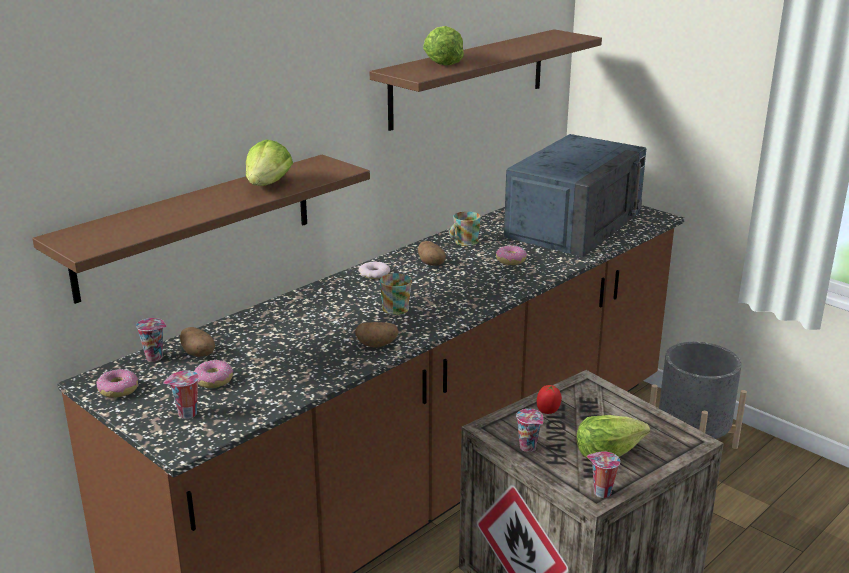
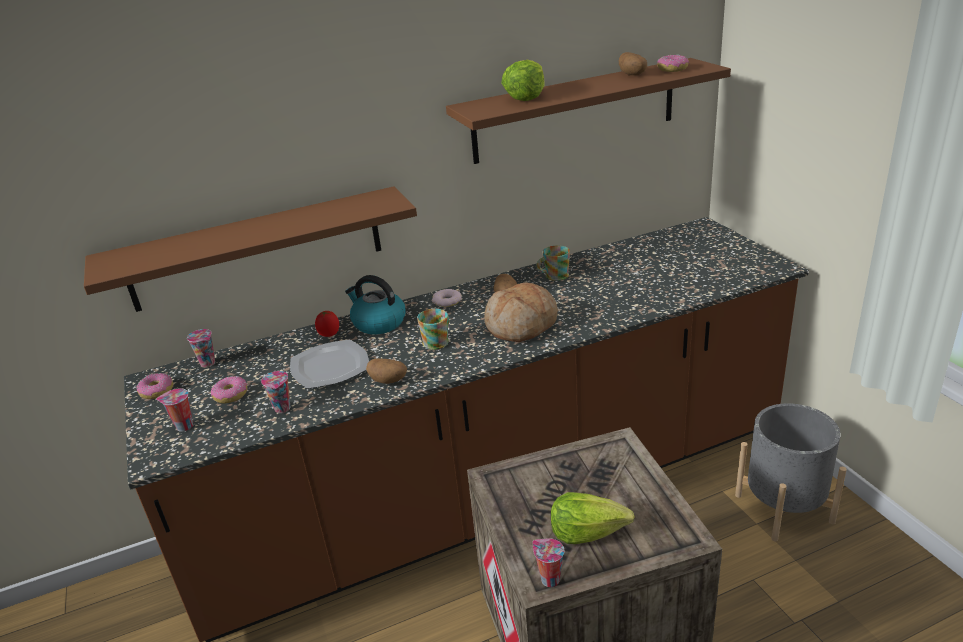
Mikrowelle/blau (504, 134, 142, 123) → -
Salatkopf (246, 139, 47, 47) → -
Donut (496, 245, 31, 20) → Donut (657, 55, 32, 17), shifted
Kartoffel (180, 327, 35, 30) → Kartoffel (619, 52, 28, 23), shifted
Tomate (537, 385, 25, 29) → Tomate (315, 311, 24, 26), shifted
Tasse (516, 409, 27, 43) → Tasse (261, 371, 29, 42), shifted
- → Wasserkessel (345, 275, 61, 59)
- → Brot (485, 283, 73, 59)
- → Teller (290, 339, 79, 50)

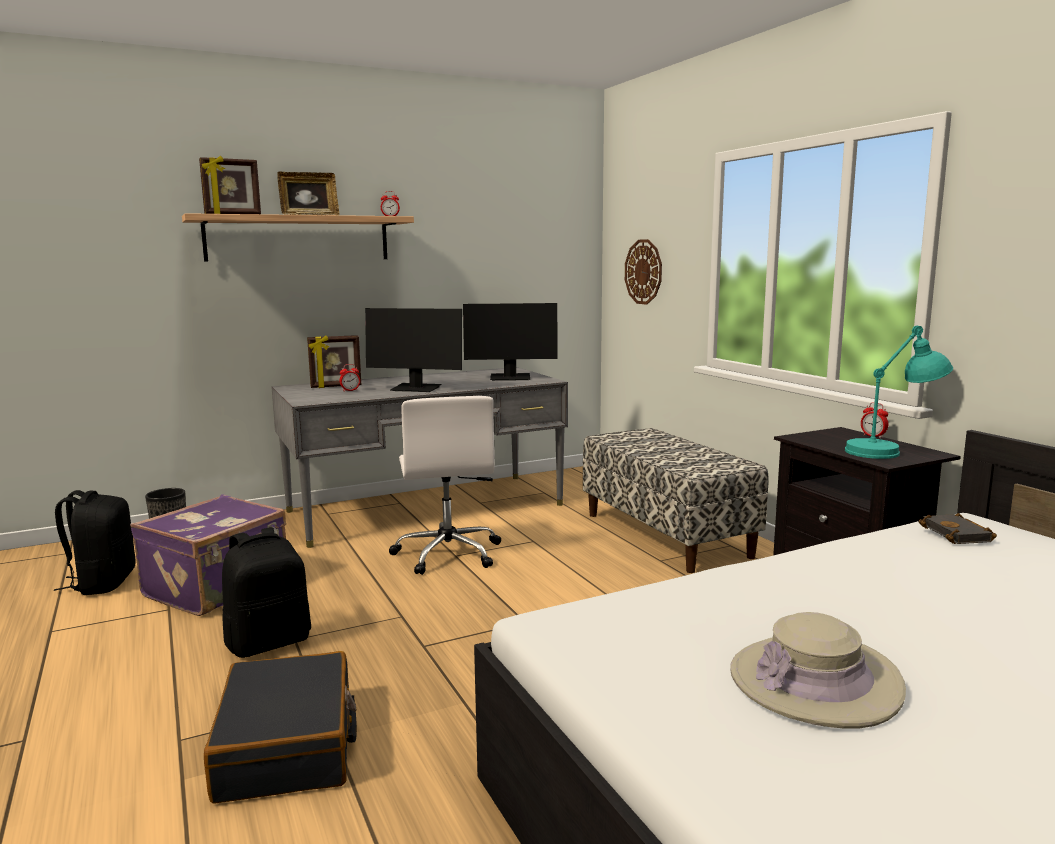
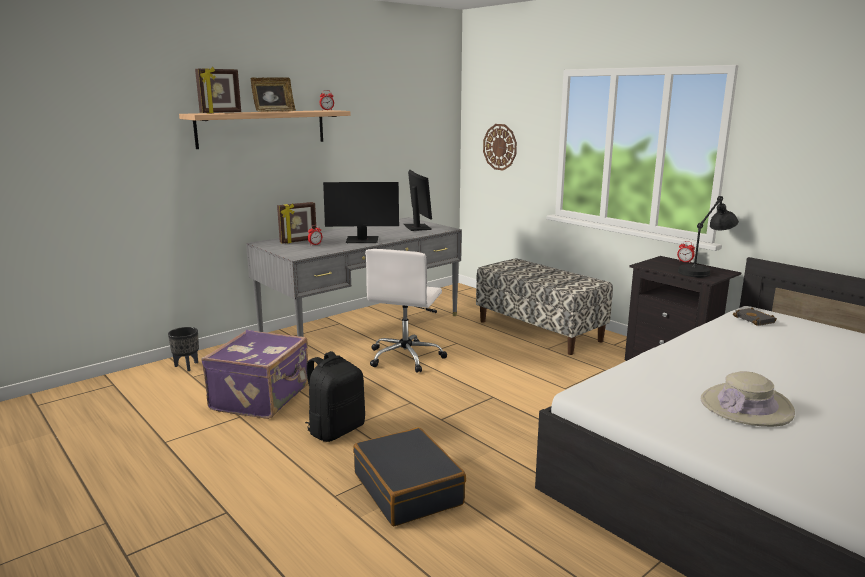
Monitor (463, 303, 95, 78) → Monitor (404, 170, 28, 61), 90 degrees counterclockwise
Tischlampe/türkis (845, 326, 108, 133) → Tischlampe/schwarz (678, 196, 61, 81)
Bürostuhl/weiß (389, 396, 112, 179) → Bürostuhl/weiß (365, 249, 82, 124), 45 degrees clockwise
Rucksack/schwarz (54, 490, 82, 105) → -

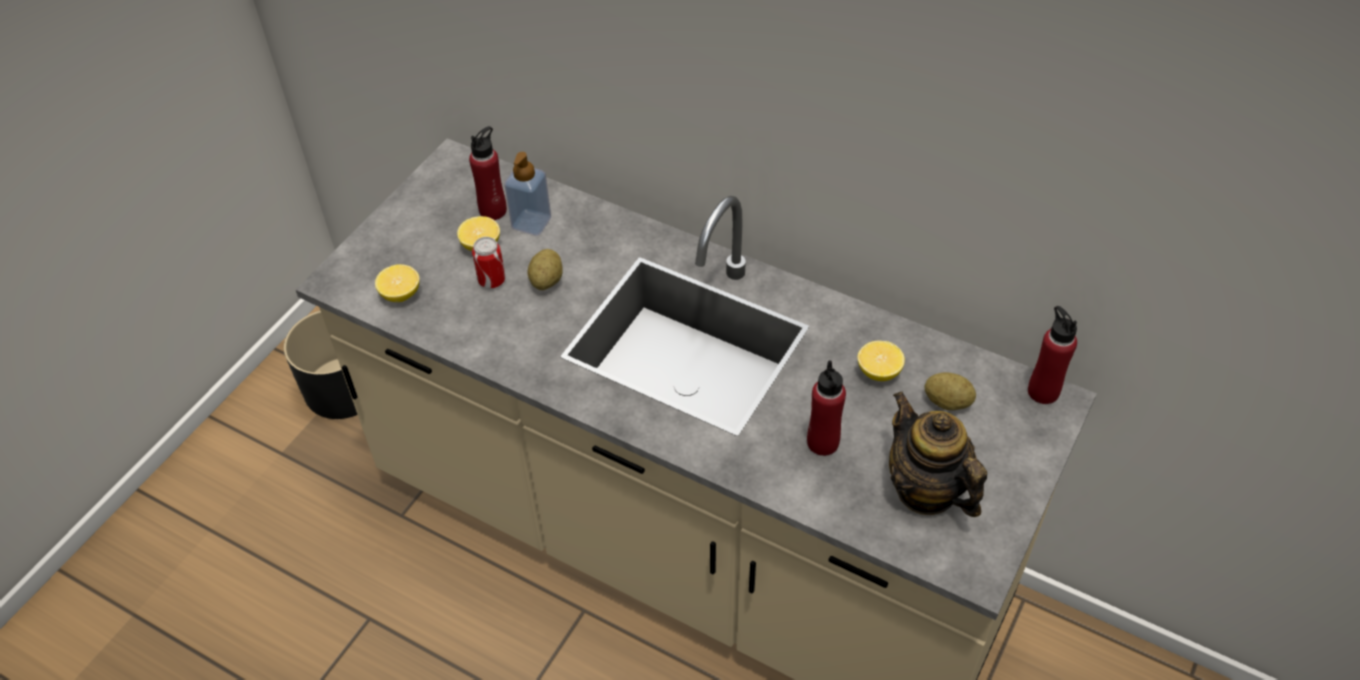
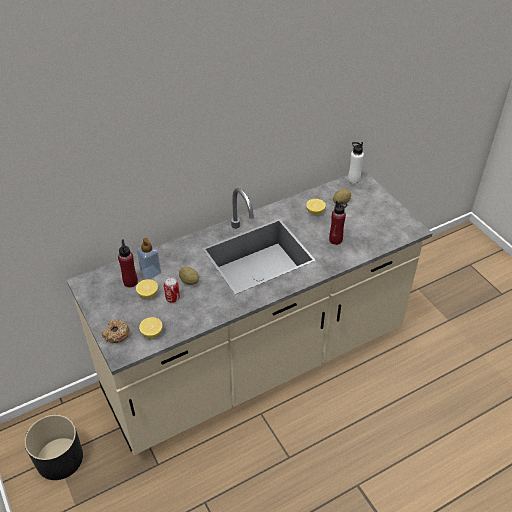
Flasche/rot (1028, 306, 49, 98) → Flasche/weiß (348, 142, 16, 42)
Teekanne (889, 391, 98, 126) → -
- → Donut (102, 319, 28, 24)

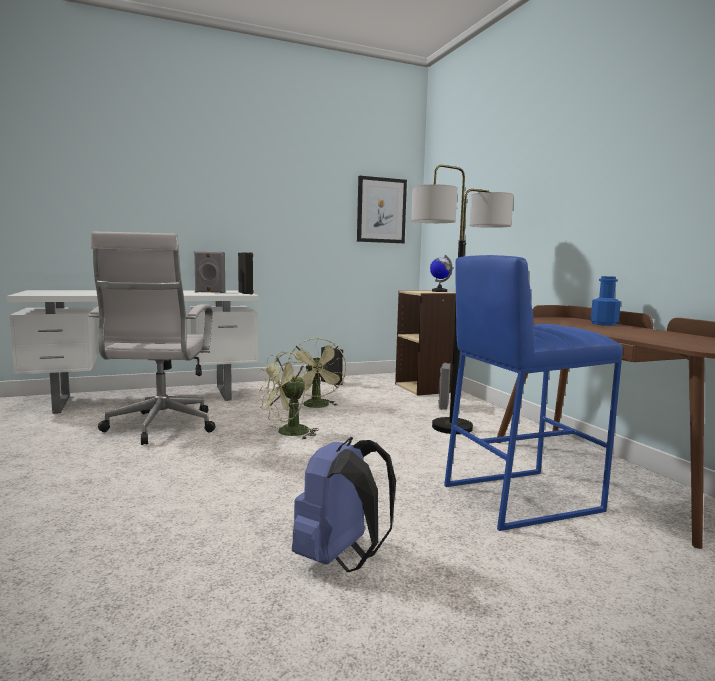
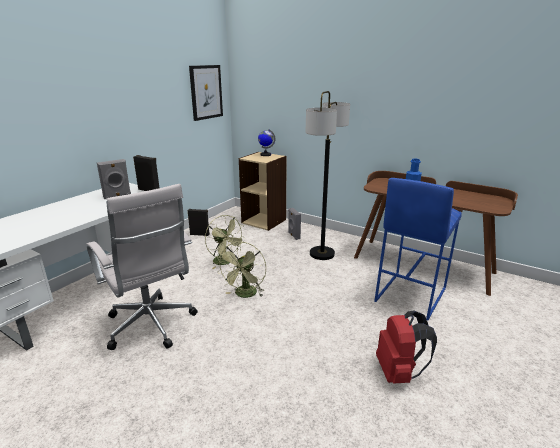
Rucksack/blau (292, 437, 104, 135) → Rucksack/rot (376, 310, 61, 74)

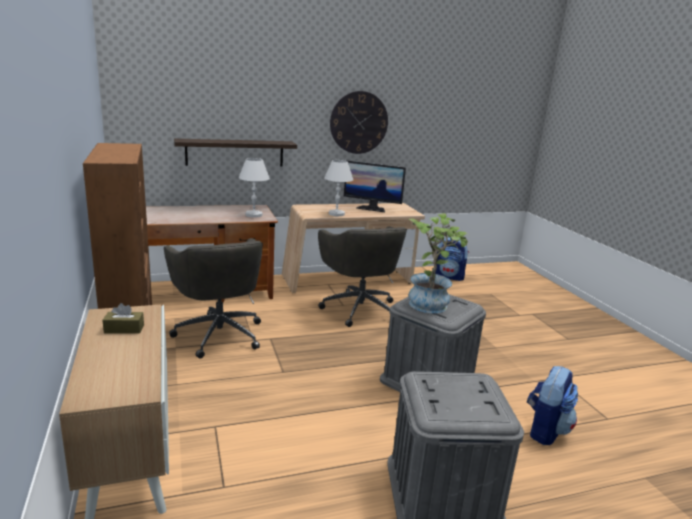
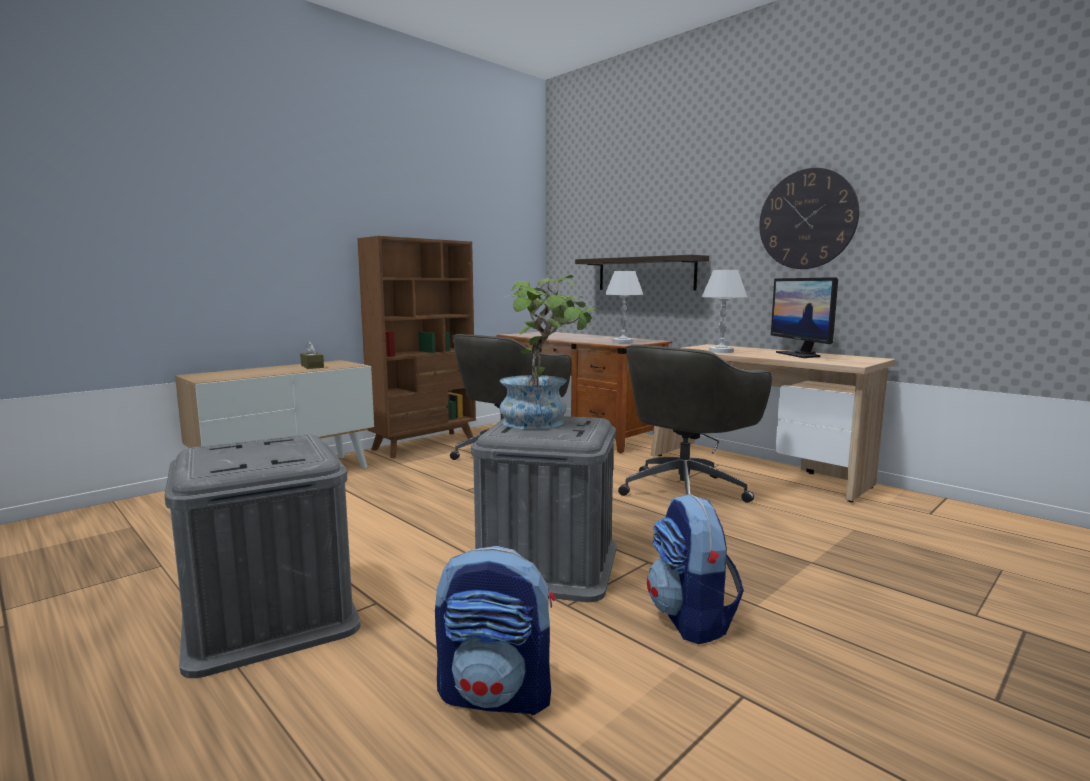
Rucksack (436, 237, 33, 44) → Rucksack (647, 494, 97, 150), shifted

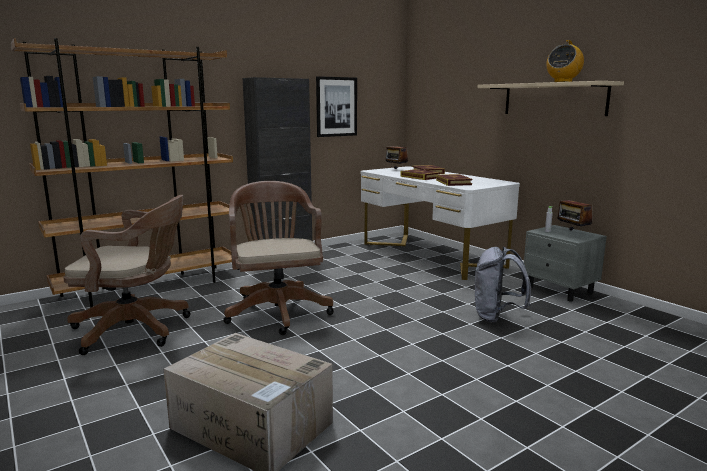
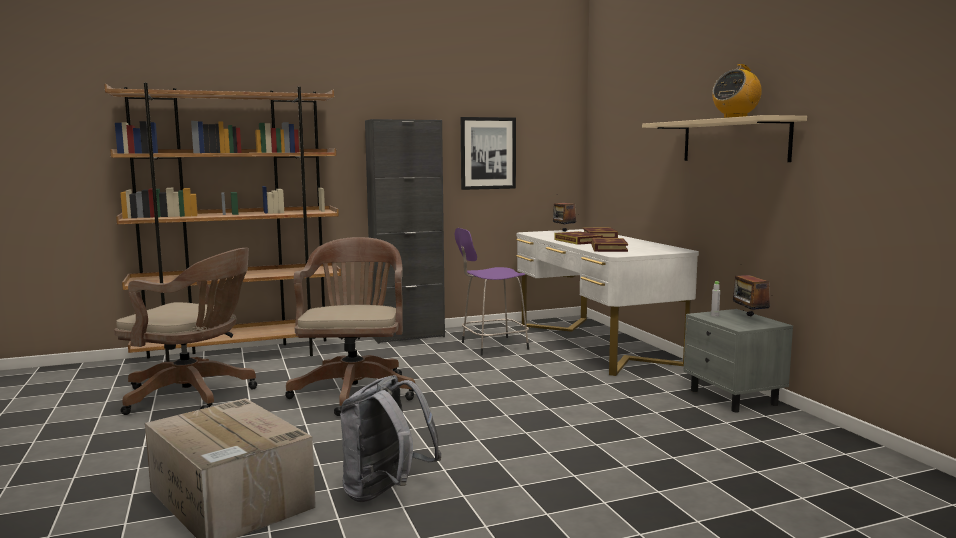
Rucksack/grau (475, 247, 56, 76) → Rucksack/grau (340, 375, 102, 127), shifted
- → Hocker/lila (455, 228, 74, 128)

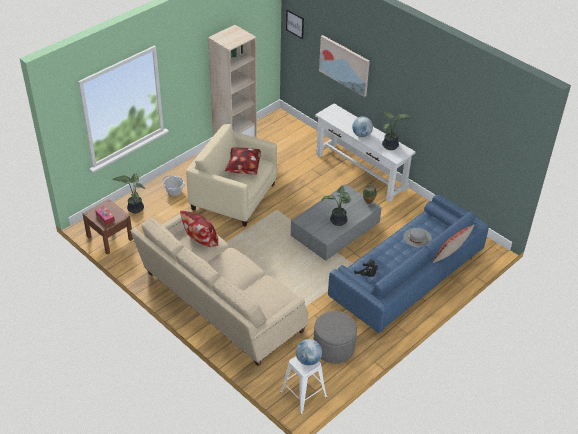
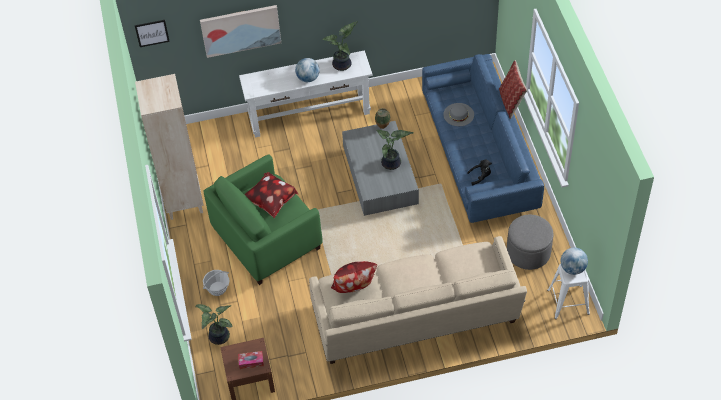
Sessel/beige (186, 124, 91, 103) → Sessel/grün (203, 154, 120, 131)

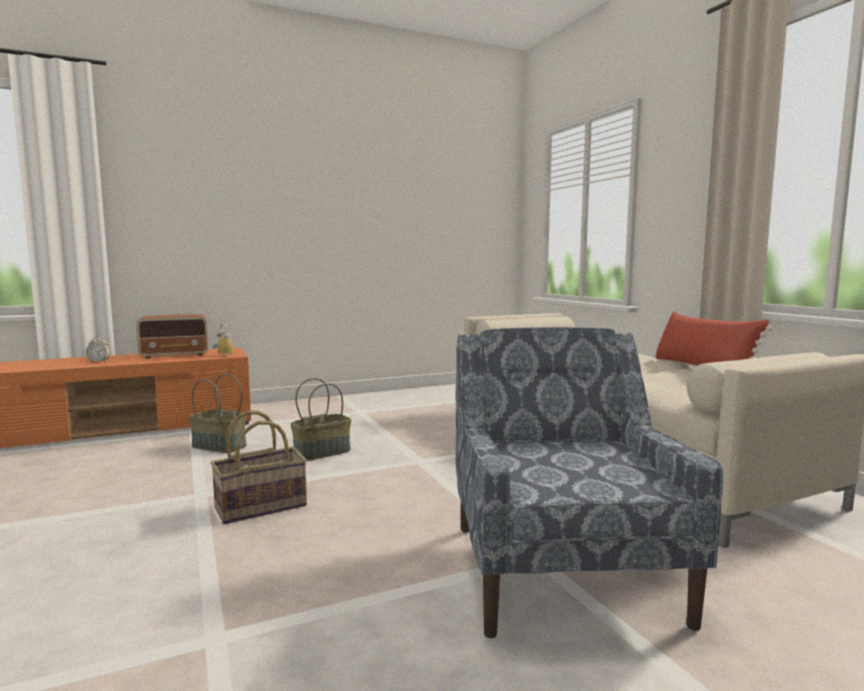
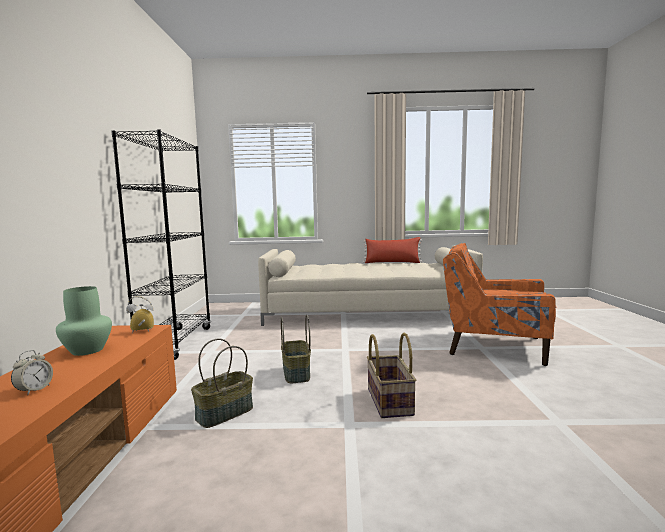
Radio (136, 314, 72, 45) → Vase/grün (56, 286, 56, 70)
Sessel/blau (455, 327, 268, 311) → Sessel/orange (443, 243, 113, 123)
- → Bücherregal/schwarz (111, 129, 100, 231)

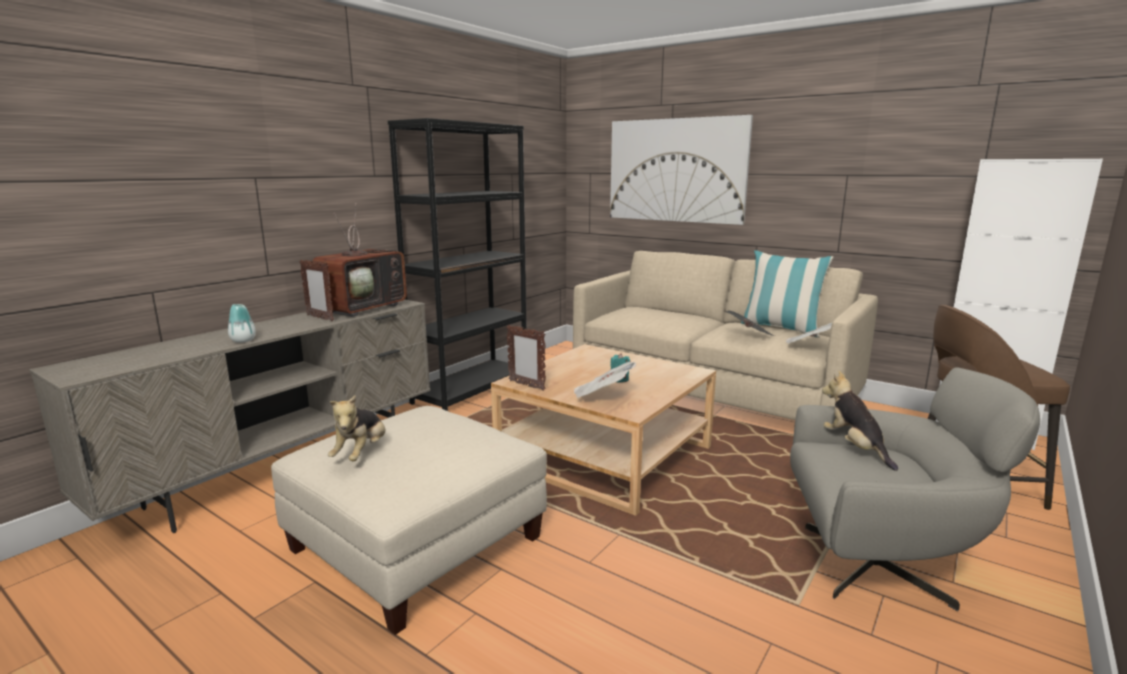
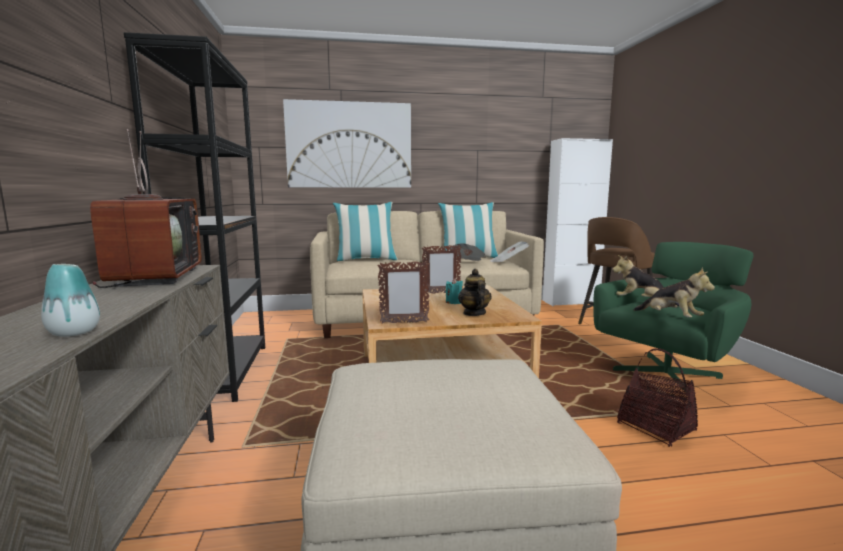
Bilderrahmen (300, 259, 34, 62) → Bilderrahmen (422, 245, 39, 49), shifted
Zeitung (574, 362, 62, 36) → Teekanne (458, 269, 34, 47)
Sessel/grau (790, 367, 250, 244) → Sessel/grün (593, 242, 160, 152)
Plüschtier (328, 395, 57, 66) → Plüschtier (634, 268, 81, 50), shifted
- → Kissen (333, 202, 65, 59)
- → Korb (617, 348, 81, 99)

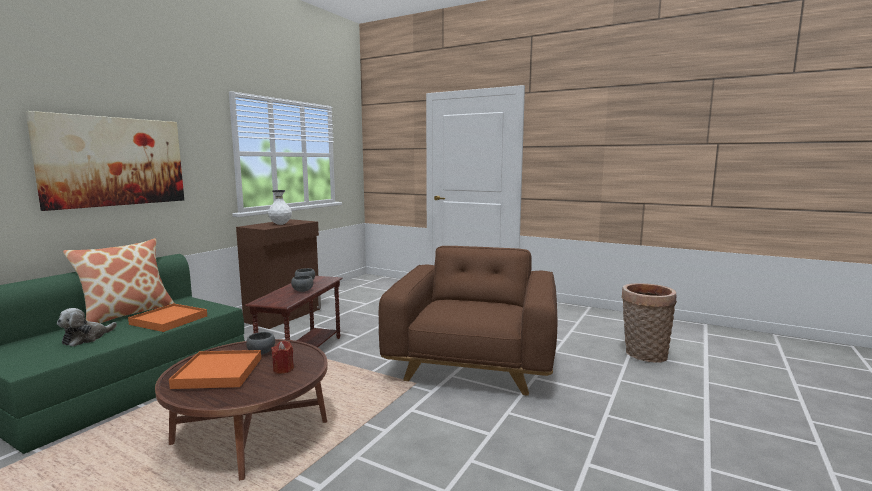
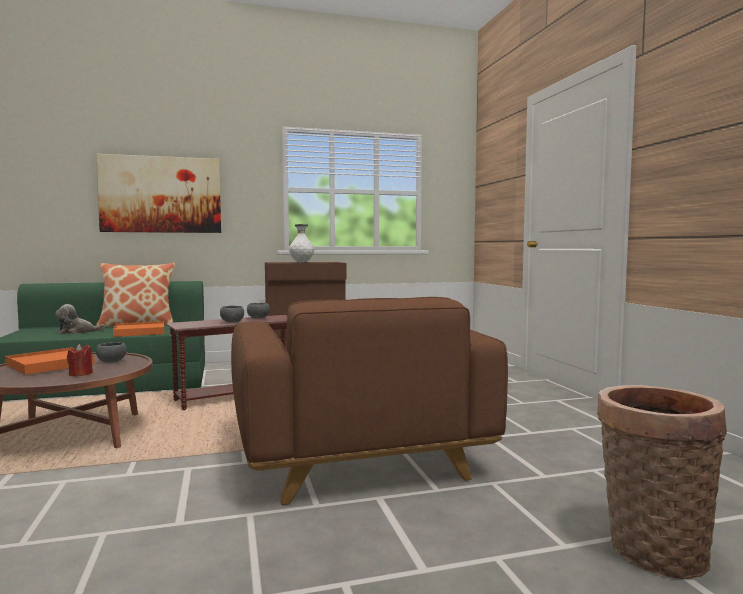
Sessel/braun (379, 246, 178, 150) → Sessel/braun (231, 297, 277, 208), 105 degrees clockwise

